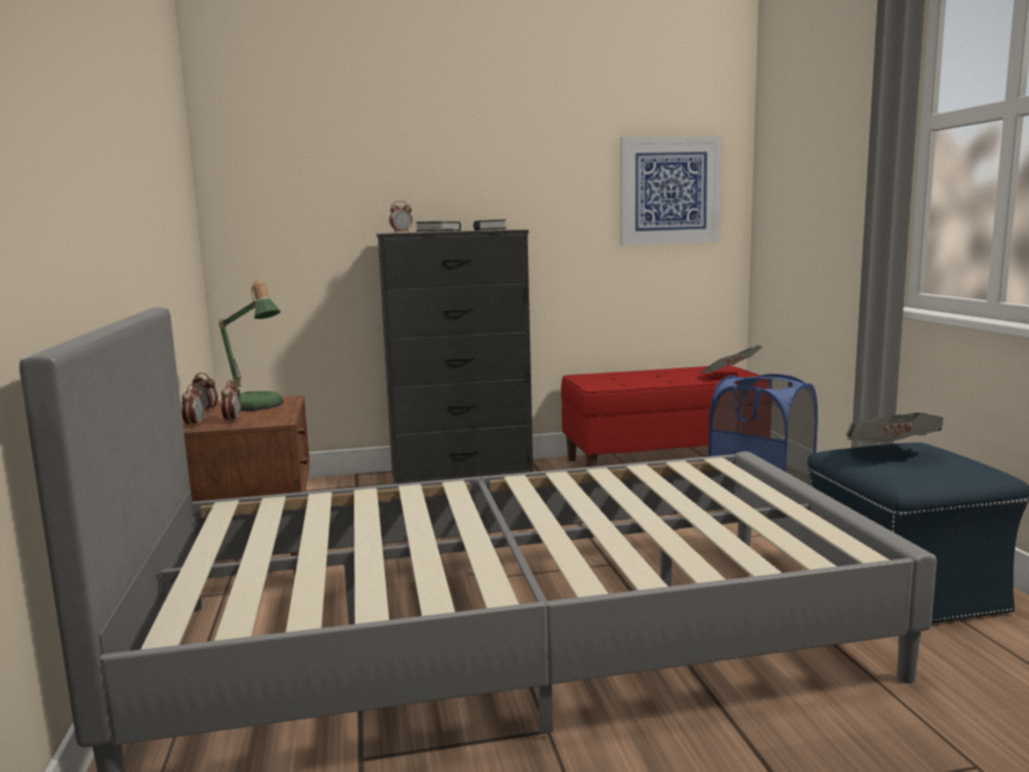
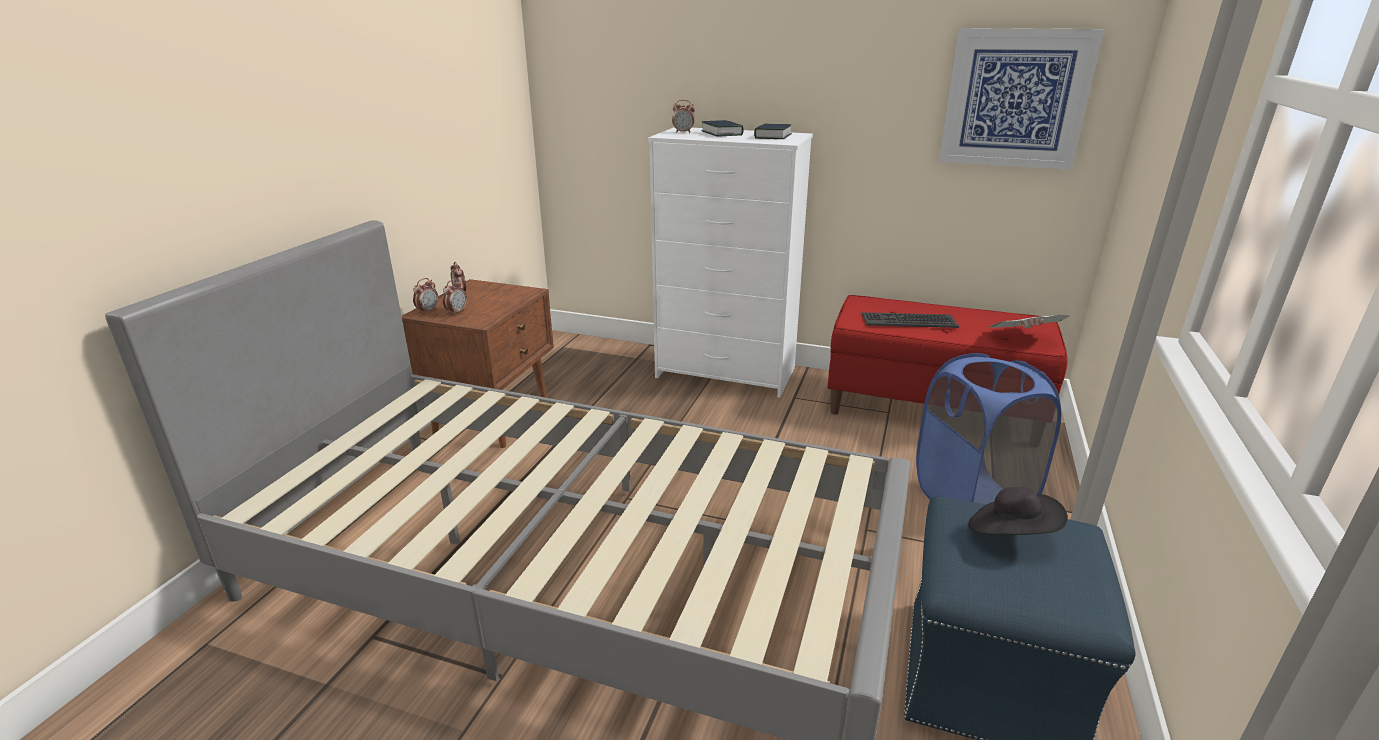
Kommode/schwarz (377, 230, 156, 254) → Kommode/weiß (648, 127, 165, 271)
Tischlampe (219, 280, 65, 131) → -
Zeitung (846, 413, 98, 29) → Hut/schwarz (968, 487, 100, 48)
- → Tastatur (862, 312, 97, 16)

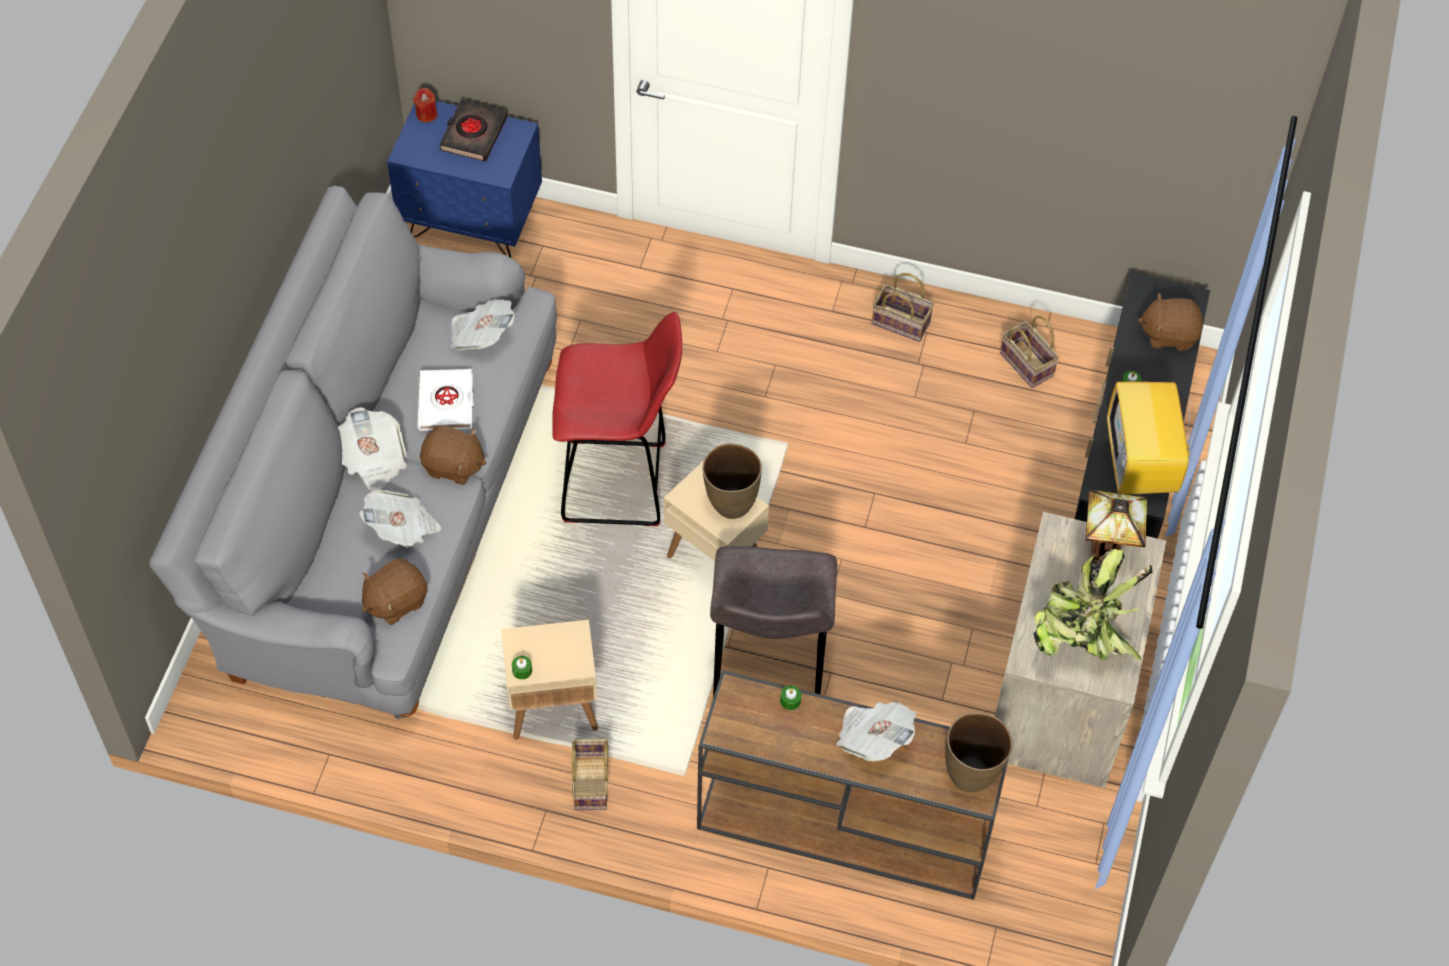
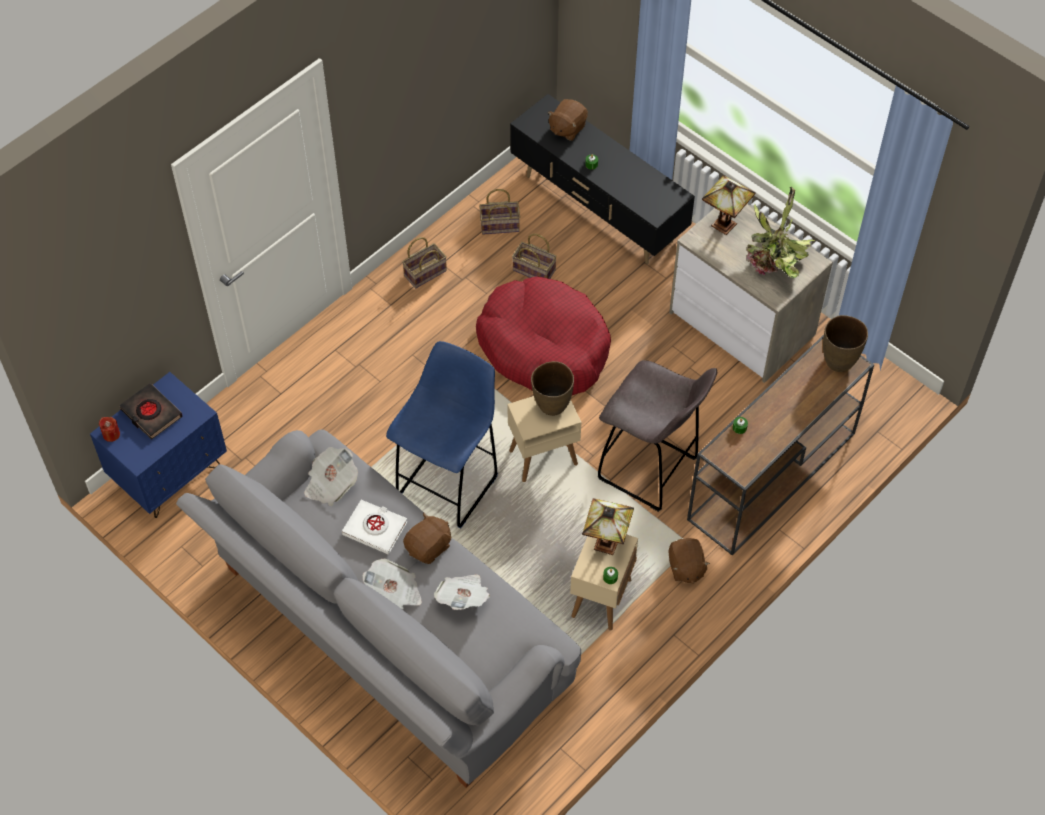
Hocker/rot (552, 312, 130, 214) → Hocker/blau (386, 341, 112, 188)
Fernseher (1107, 382, 94, 112) → -
Plüschtier/braun (362, 558, 66, 67) → Plüschtier/braun (668, 538, 42, 46), shifted
Zeitung (836, 702, 80, 59) → -
Korb (572, 739, 37, 71) → Korb (512, 233, 45, 46), shifted
- → Hundebett/rot (476, 276, 135, 119)
- → Tischlampe (582, 498, 52, 57)

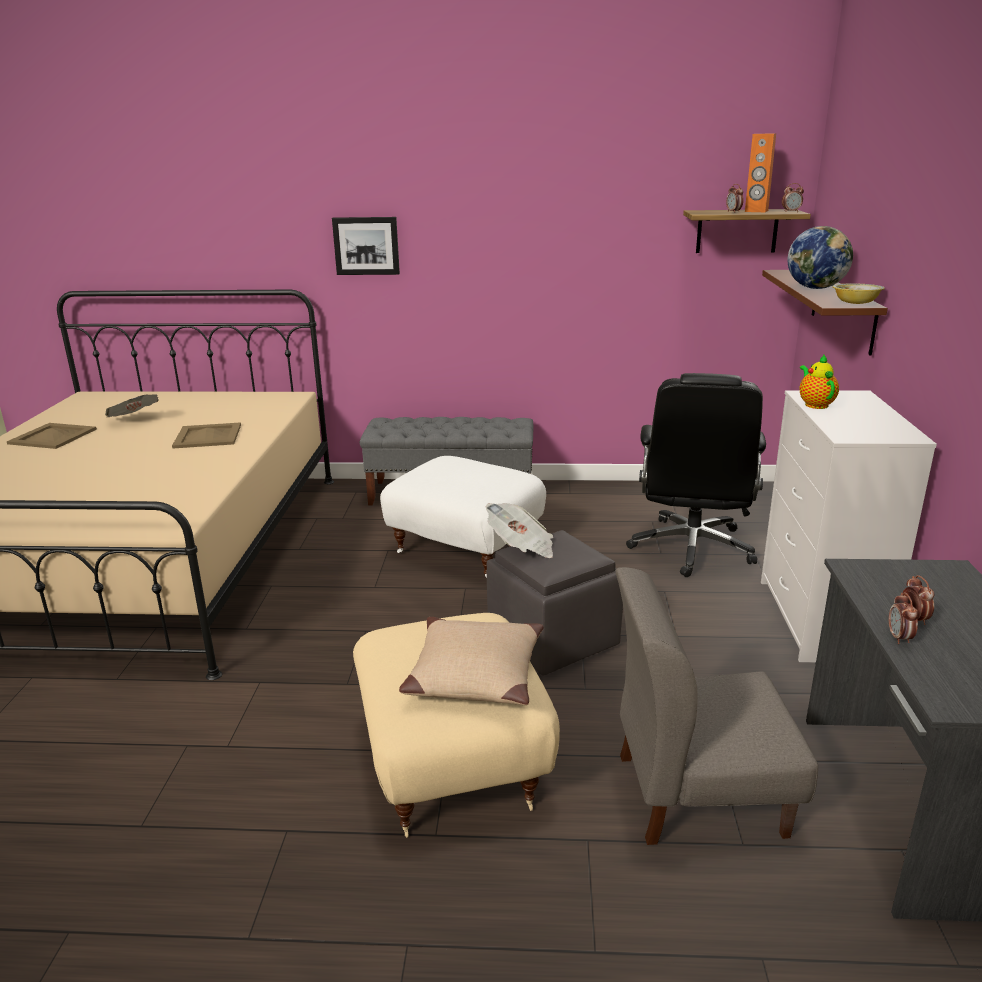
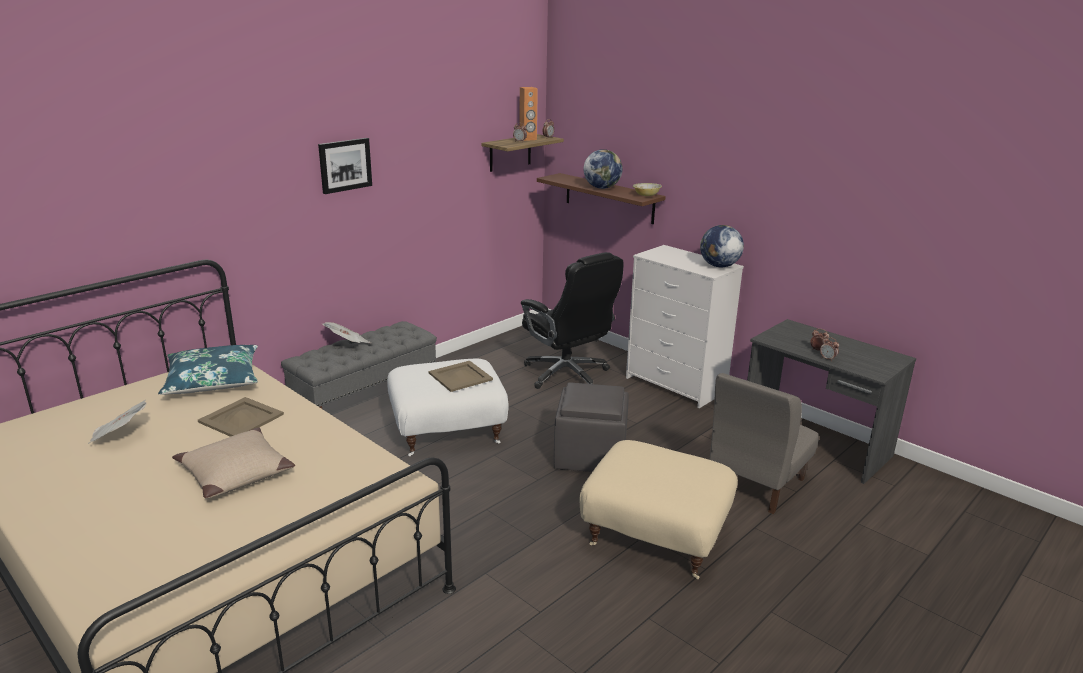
Bild (332, 217, 68, 58) → Bild (318, 138, 54, 56), shifted
Teekanne (799, 354, 40, 55) → -
Tablett/beige (7, 423, 90, 26) → Tablett/beige (428, 361, 65, 31), shifted
Zeitung (486, 503, 67, 55) → Zeitung (322, 322, 49, 21), shifted
Kissen/beige (399, 617, 145, 88) → Kissen/beige (172, 428, 123, 71), shifted
- → Globus (700, 225, 44, 42)
- → Kissen/blau (158, 345, 100, 50)

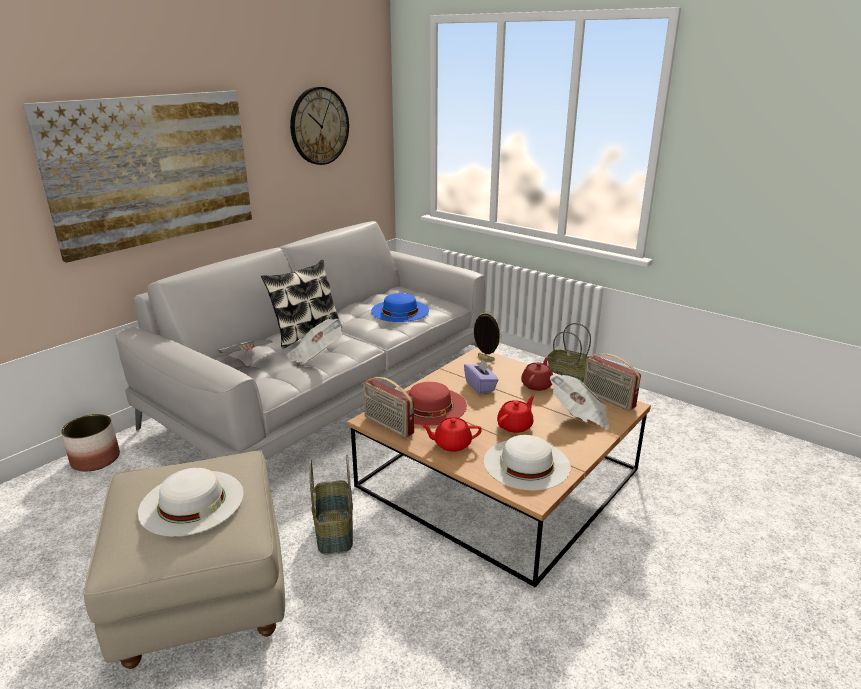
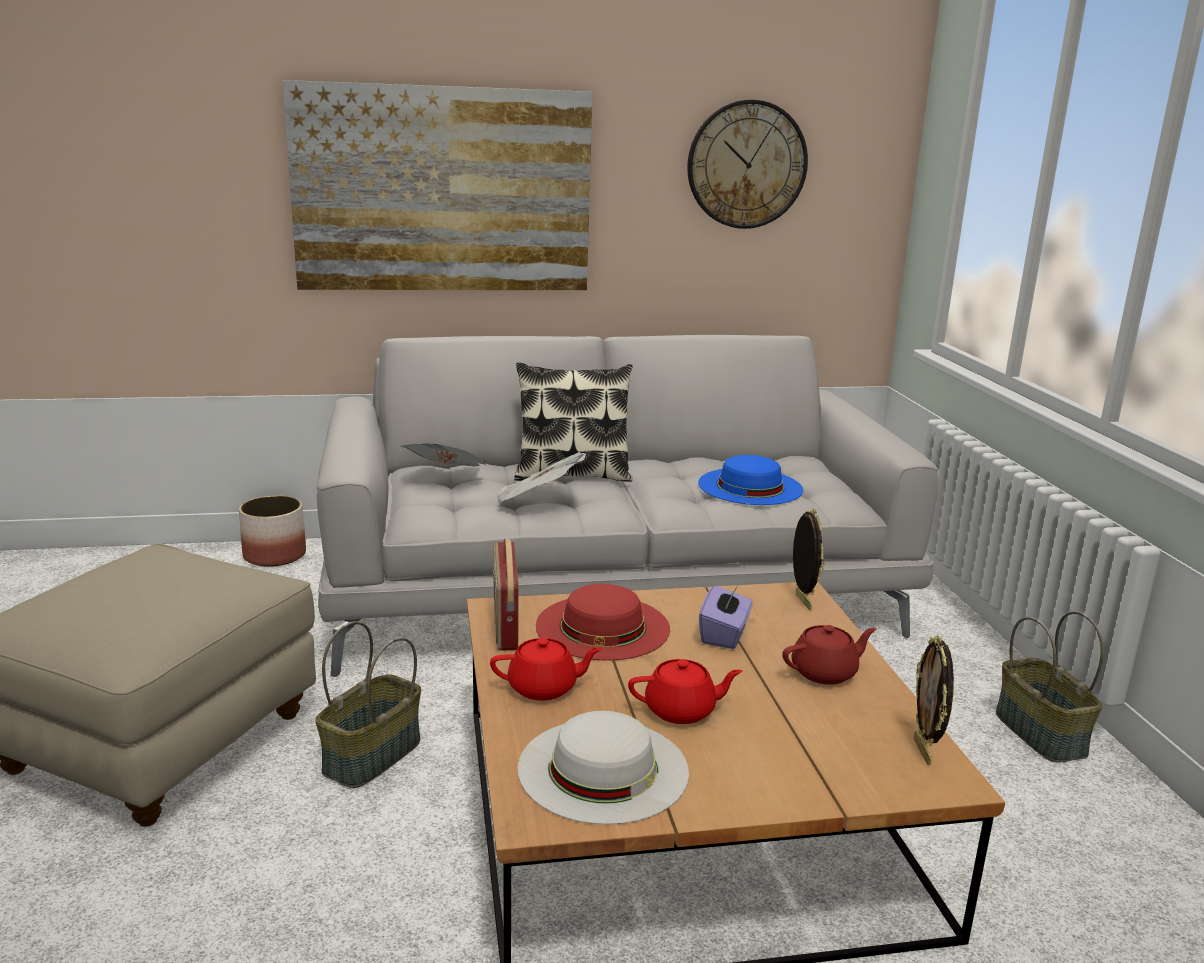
Radio (583, 353, 58, 58) → Bilderrahmen (914, 636, 40, 129)
Zeitung (550, 375, 59, 53) → -
Teekanne/rot (421, 417, 61, 35) → Teekanne/rot (490, 638, 112, 62), 135 degrees clockwise
Hut/weiß (138, 468, 106, 68) → -

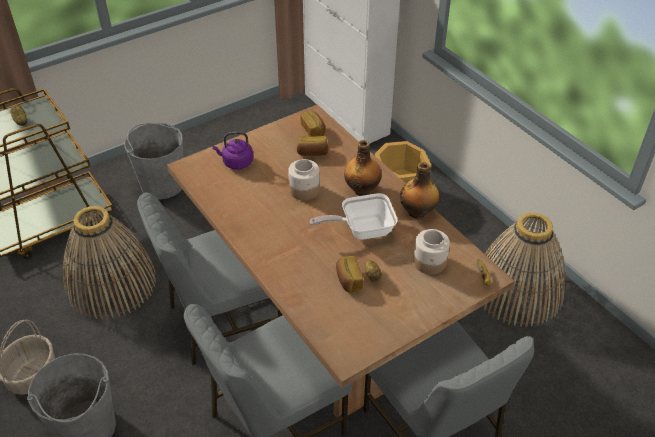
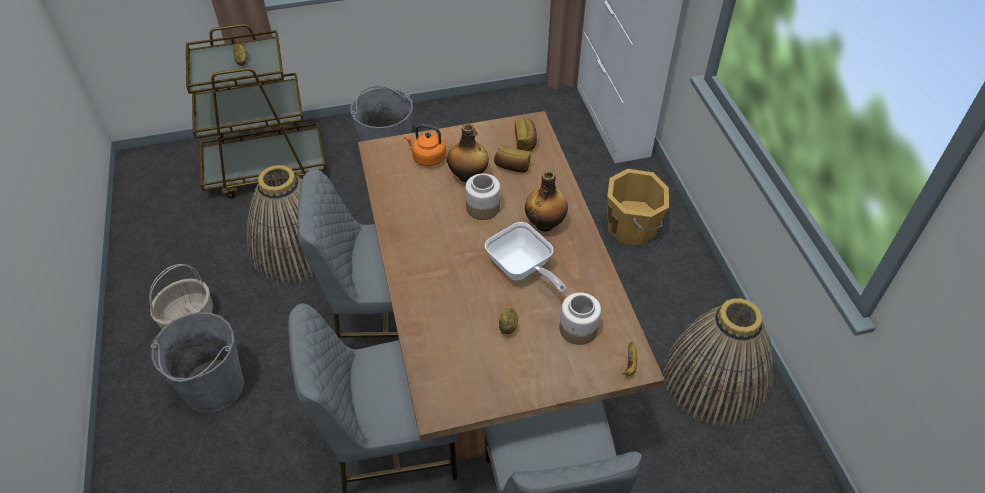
Wasserkessel/lila (212, 131, 41, 38) → Wasserkessel/orange (404, 124, 42, 42)
Flasche (400, 162, 39, 57) → Flasche (447, 123, 42, 59), shifted
Pfanne (310, 193, 88, 47) → Pfanne (485, 222, 82, 72), 135 degrees counterclockwise
Brot (336, 256, 28, 37) → -

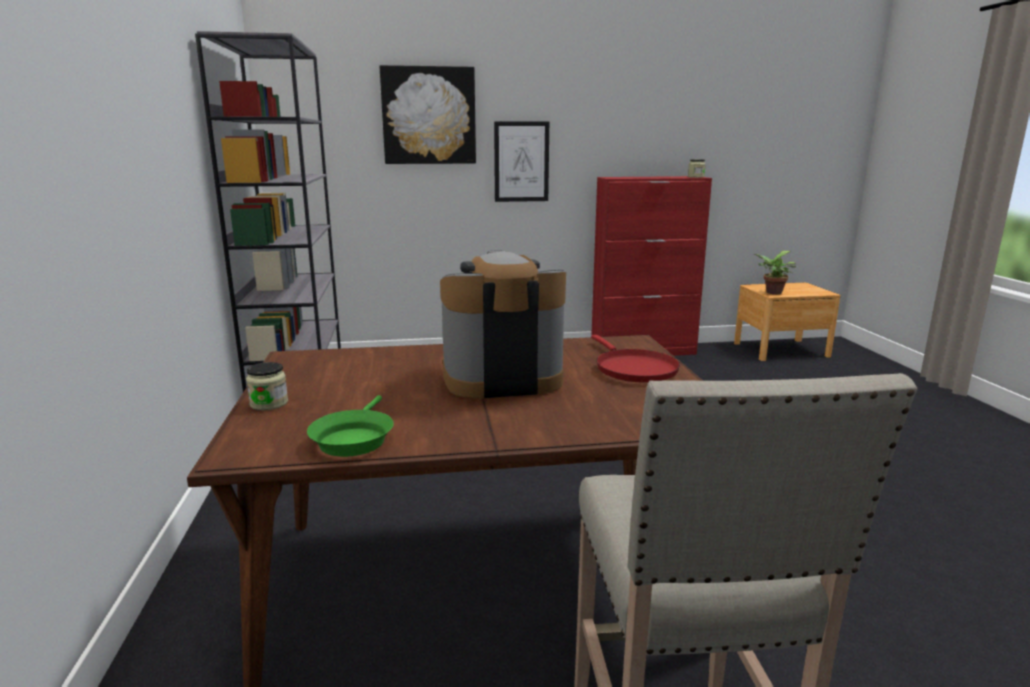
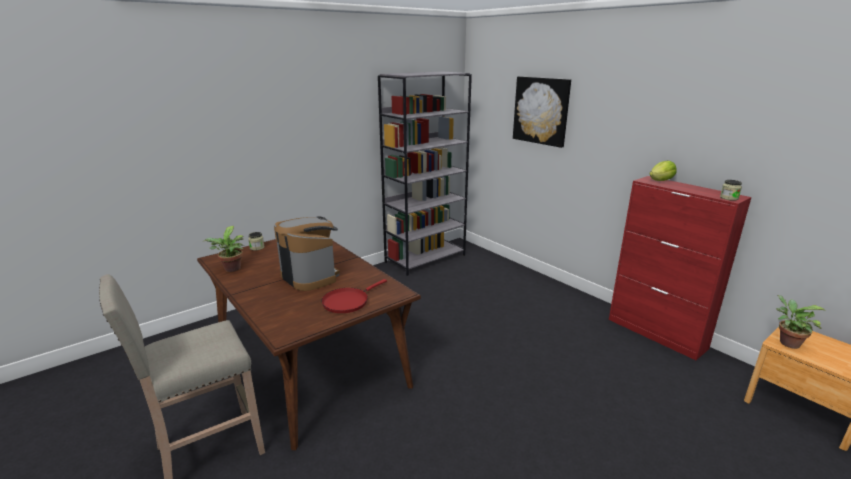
Bild (494, 121, 55, 81) → -
Pfanne/grün (307, 395, 87, 62) → Topfpflanze (204, 226, 40, 46)
- → Salatkopf (650, 161, 27, 20)

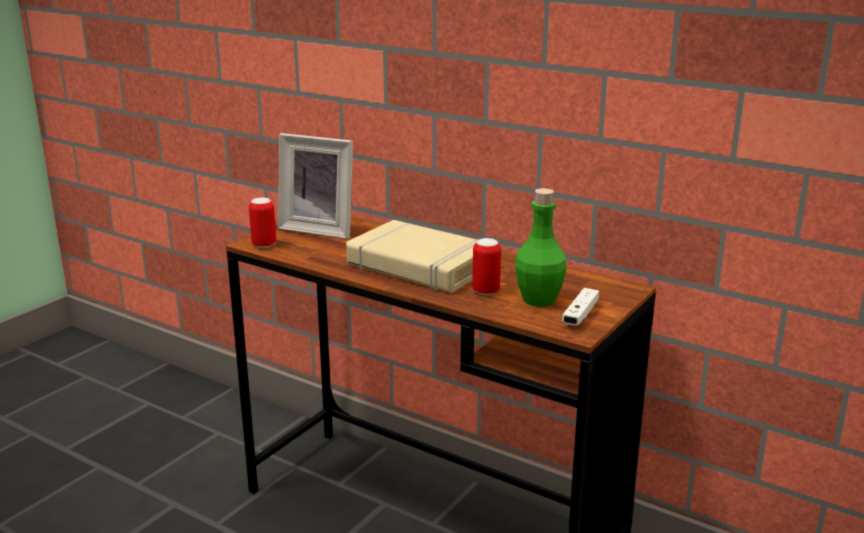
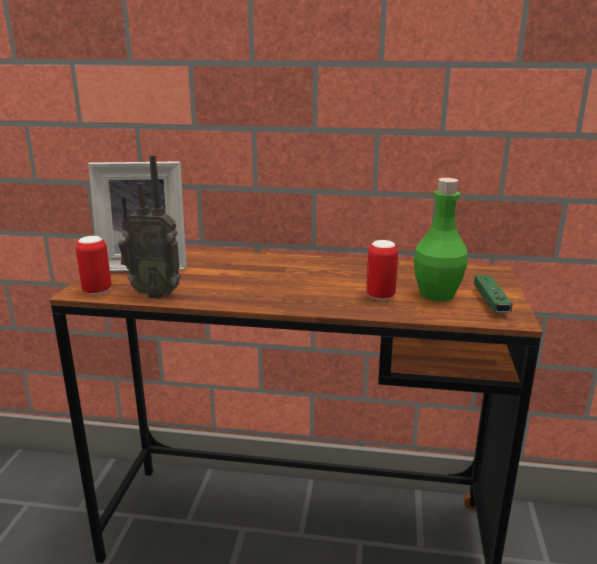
Buch/beige (346, 220, 131, 73) → -
Gamepad/weiß (562, 288, 37, 38) → Gamepad/grün (474, 275, 38, 38)
- → Radio (118, 155, 63, 144)

